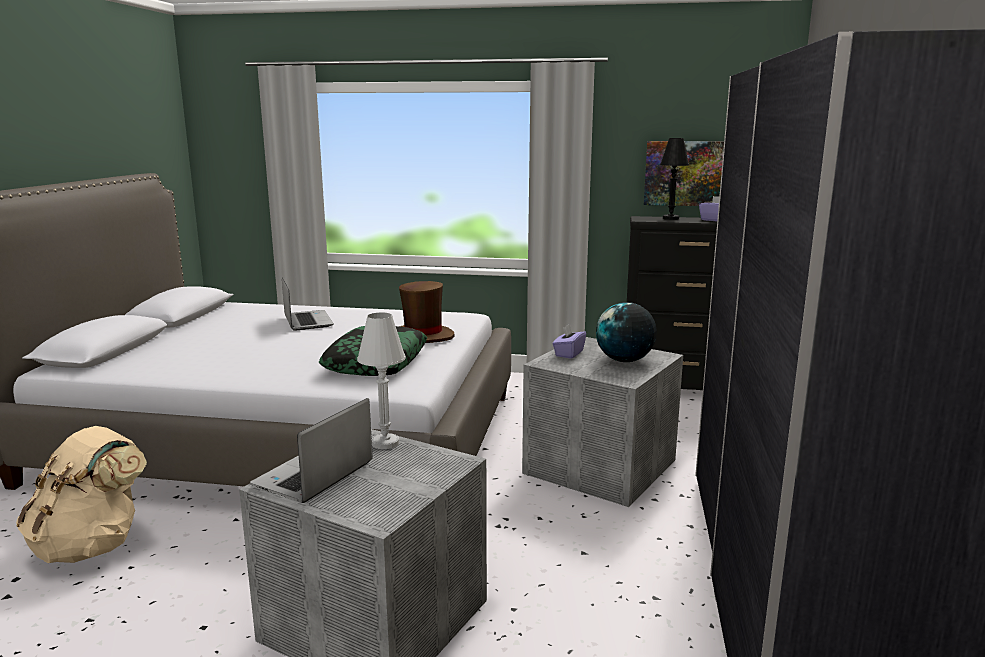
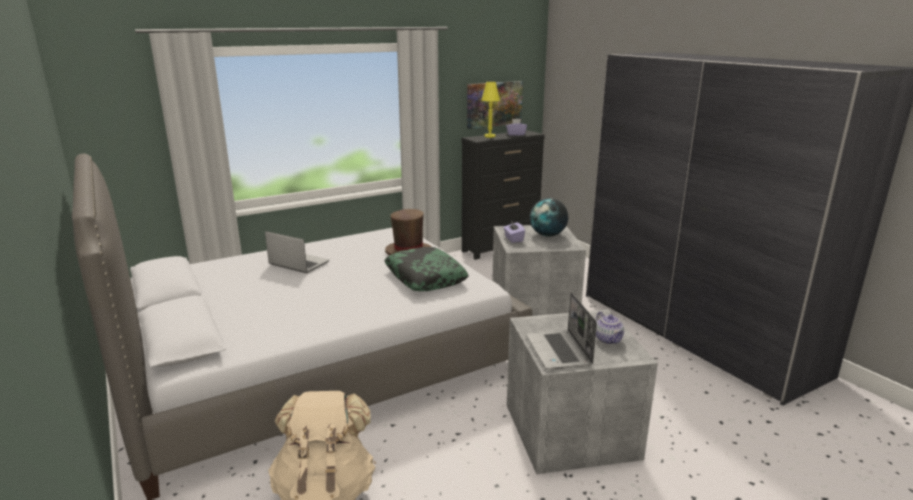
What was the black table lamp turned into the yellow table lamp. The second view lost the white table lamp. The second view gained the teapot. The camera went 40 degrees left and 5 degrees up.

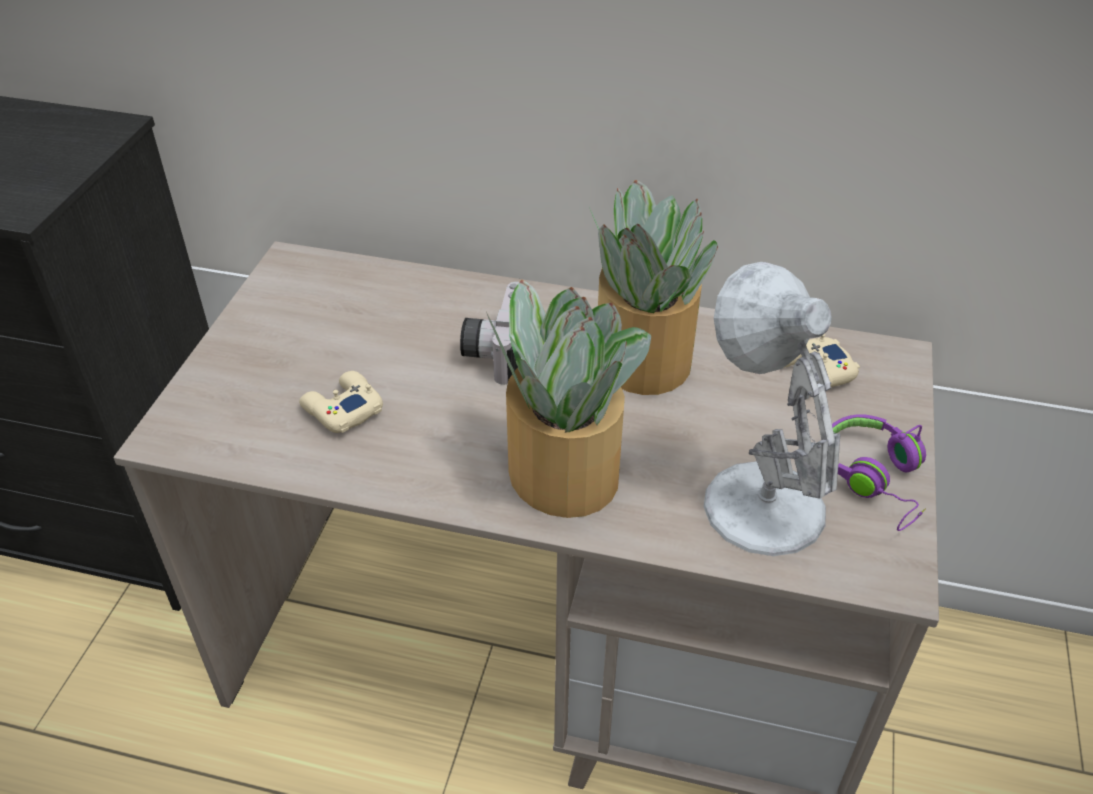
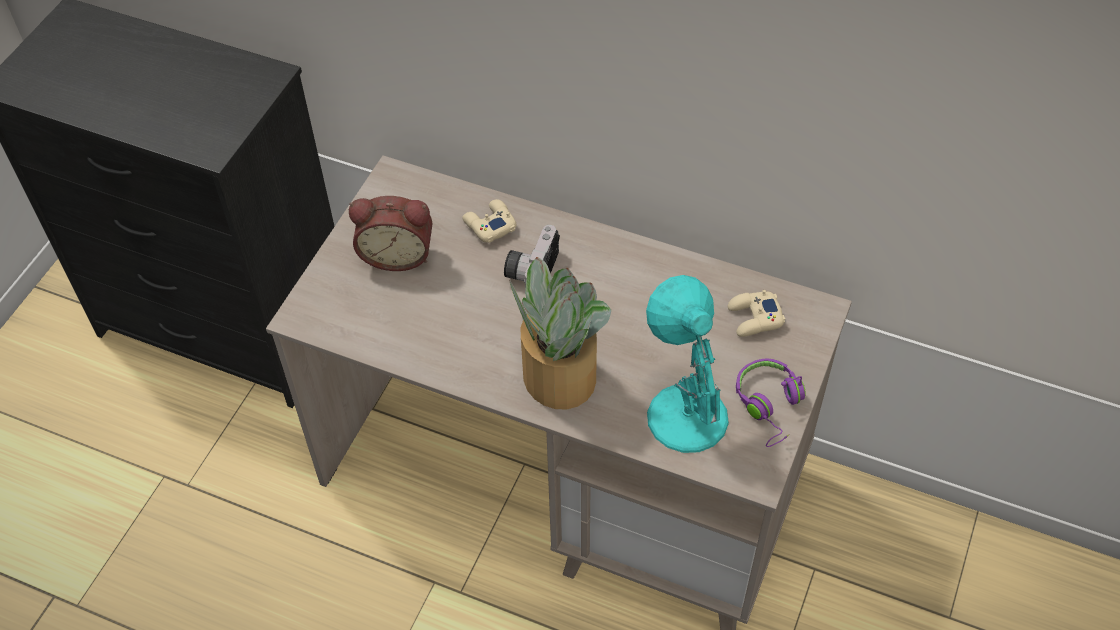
The second view lost the potted plant (no. 2 from left). What was the white table lamp turned into the turquoise table lamp. The beige game controller (no. 1 from left) ended up elsewhere. The second view gained the alarm clock. The camera went 10 degrees right and 10 degrees up.

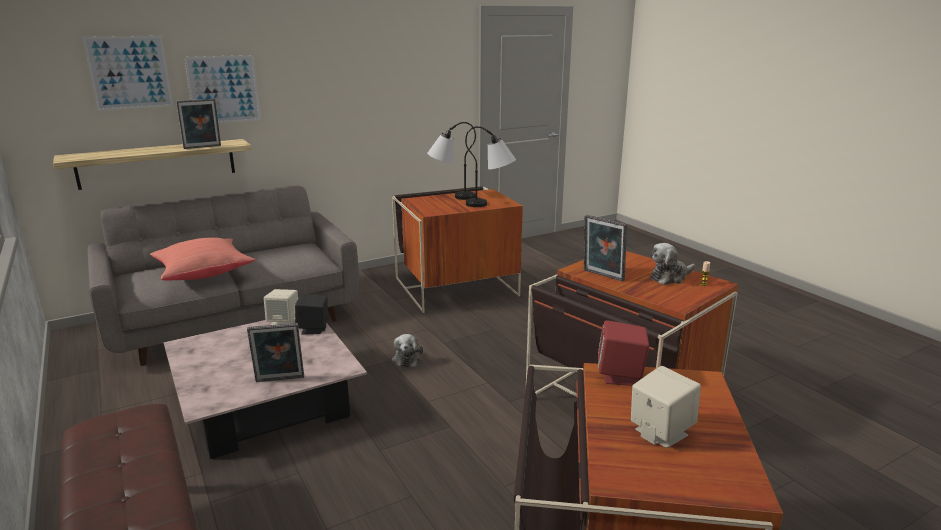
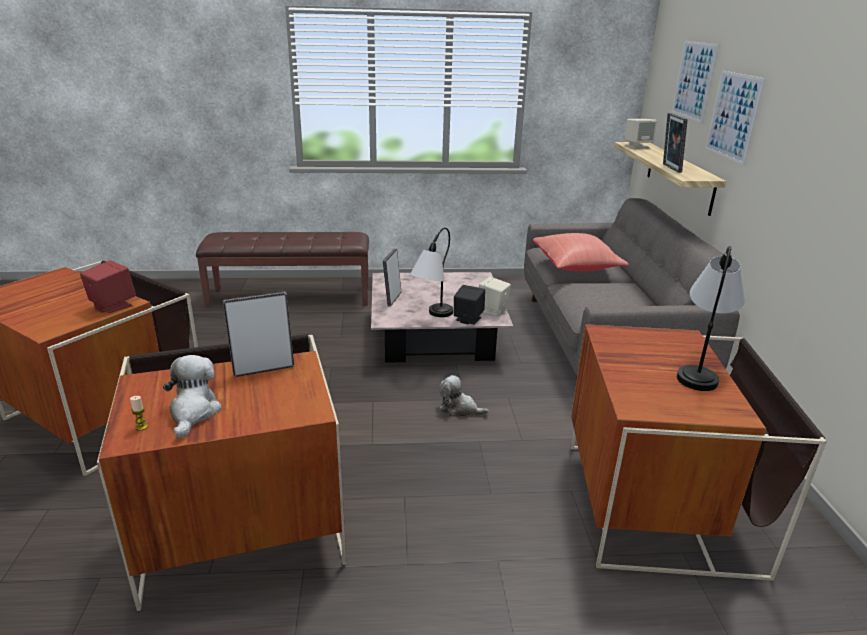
The table lamp (no. 2 from left in the first image) ended up elsewhere. The beige speaker (no. 2 from left) ended up elsewhere. The camera went 115 degrees right and 5 degrees up.

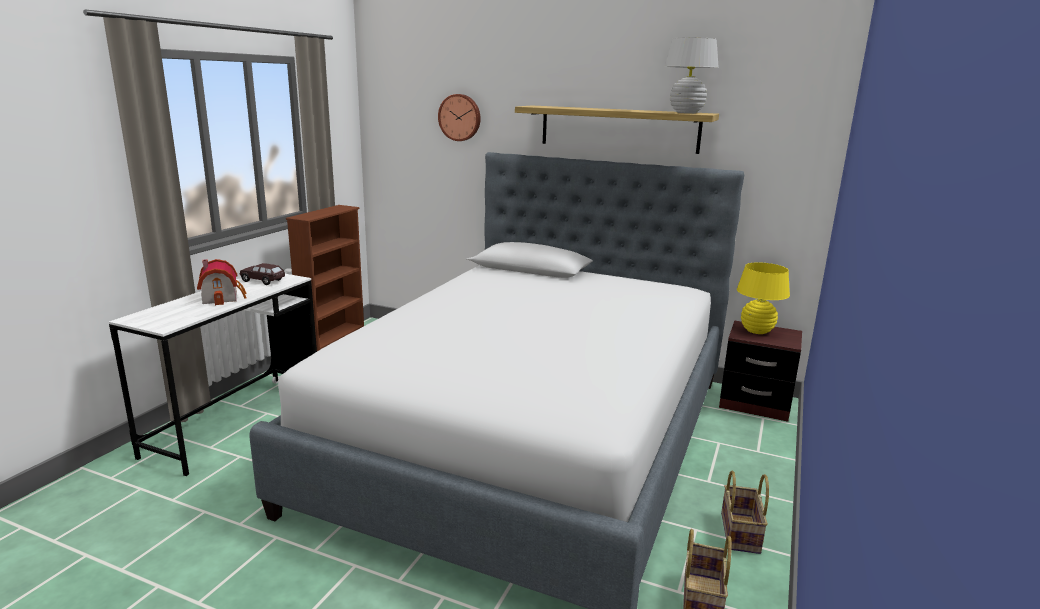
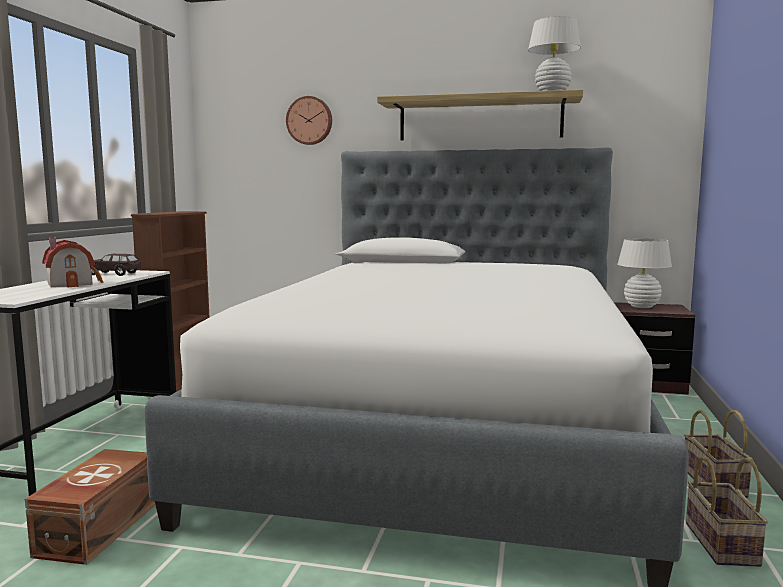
What was the yellow table lamp turned into the white table lamp (no. 2 from left). The second view gained the brown storage box. The camera went 10 degrees left and 10 degrees down.

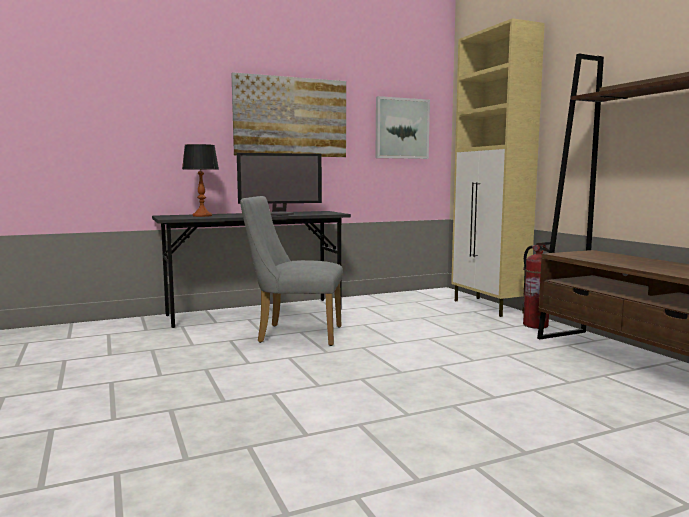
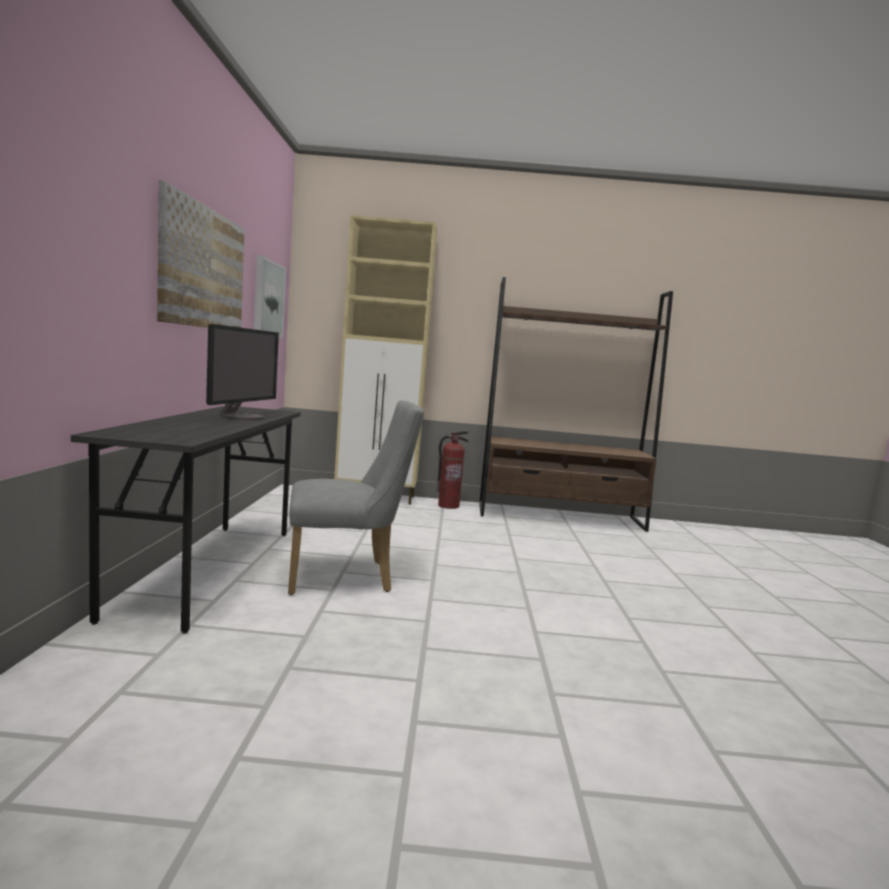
The second view lost the table lamp. The grey chair ended up facing another way, 135 degrees counterclockwise from before. The camera went 65 degrees left and 0 degrees up.

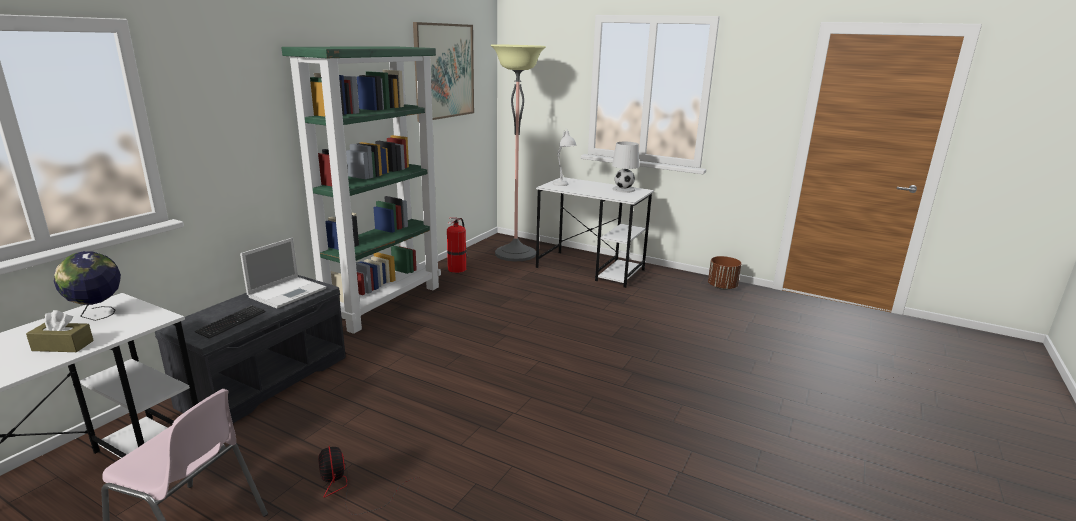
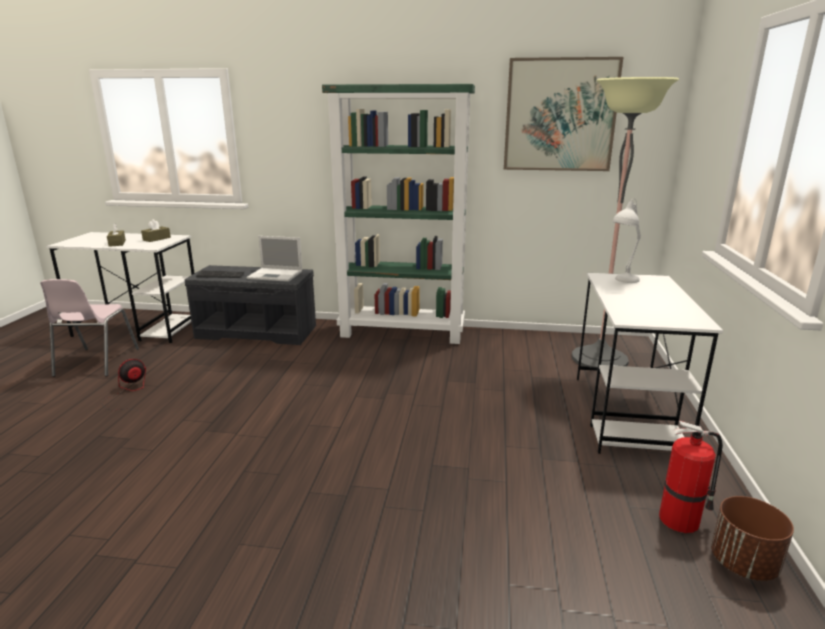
The second view lost the white table lamp (no. 2 from left). The fire extinguisher ended up elsewhere. Where the globe stood, the brown tissue box (no. 2 from left) came to stand. The camera went 70 degrees right and 0 degrees up.

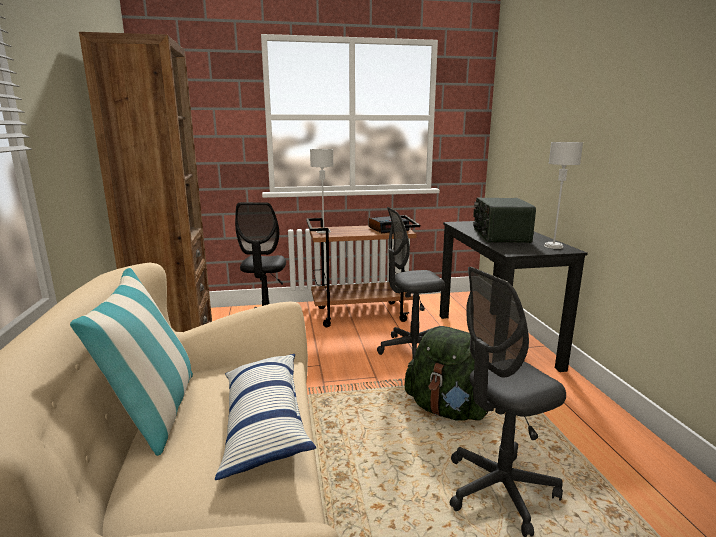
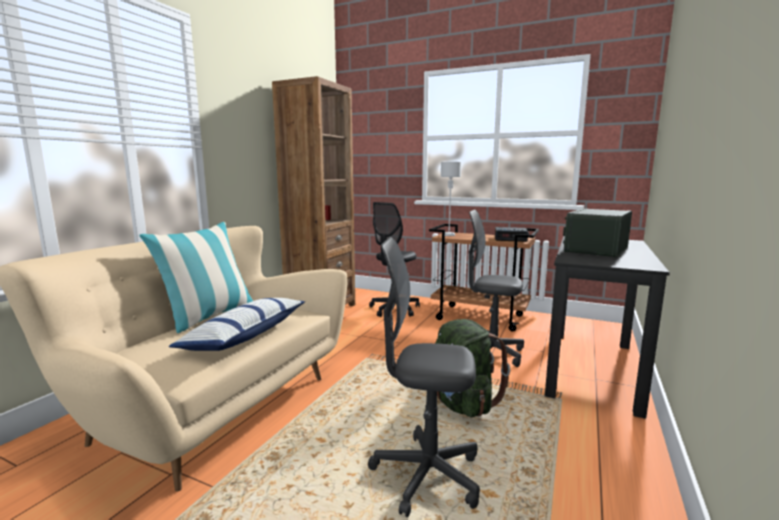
The second view lost the grey table lamp (no. 2 from left). The camera went 35 degrees right and 5 degrees down.

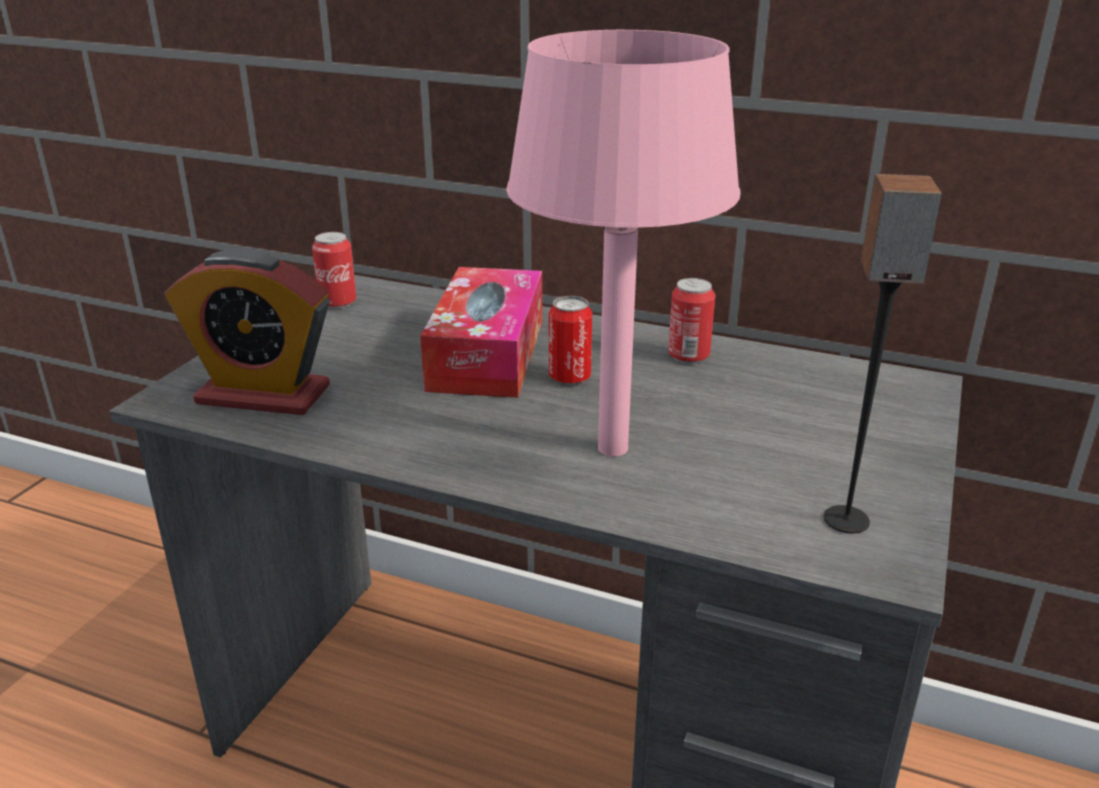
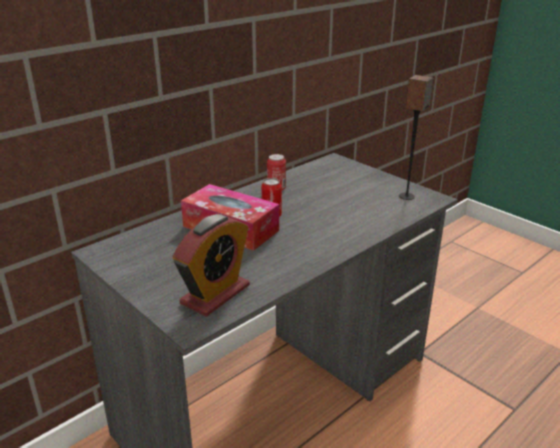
The second view lost the pink table lamp. The second view lost the can (no. 1 from left). The camera went 65 degrees left and 0 degrees up.

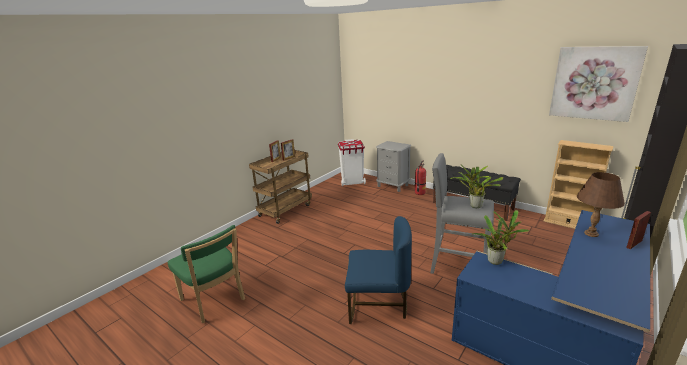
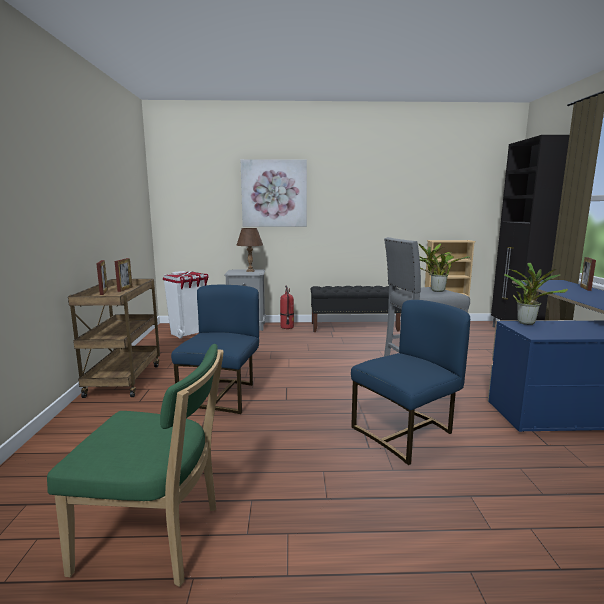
The picture ended up elsewhere. The brown table lamp ended up elsewhere. The second view gained the blue chair (no. 1 from left). The camera went 40 degrees left and 10 degrees down.

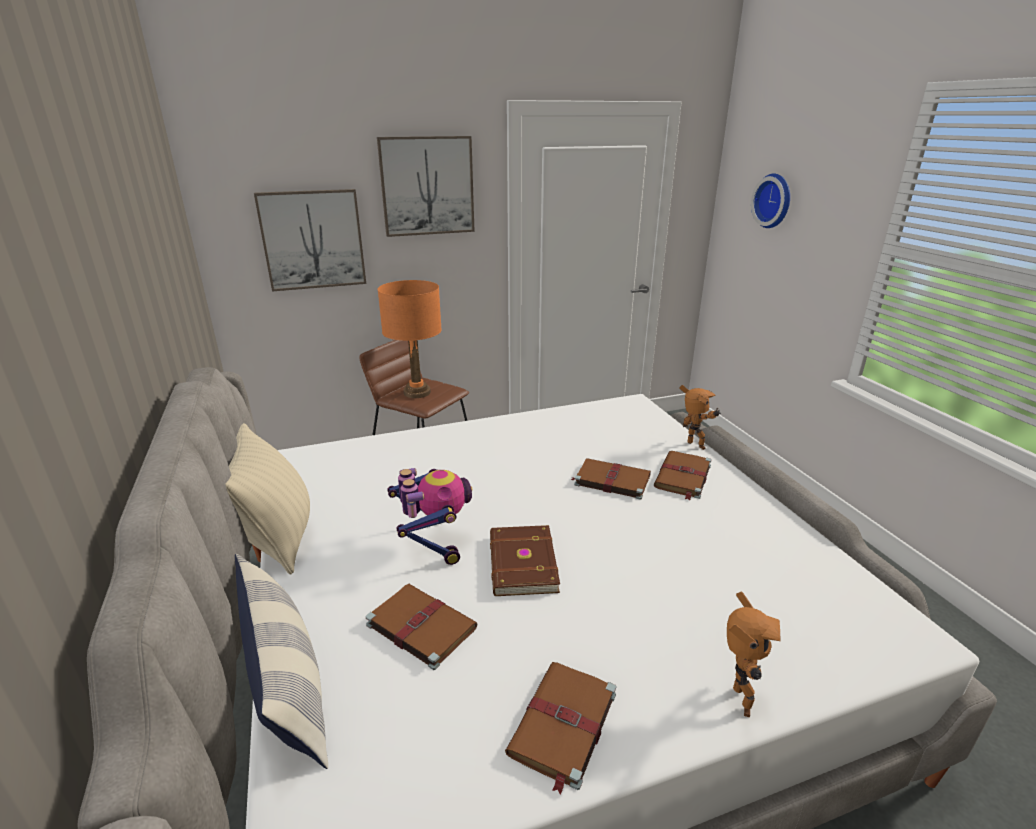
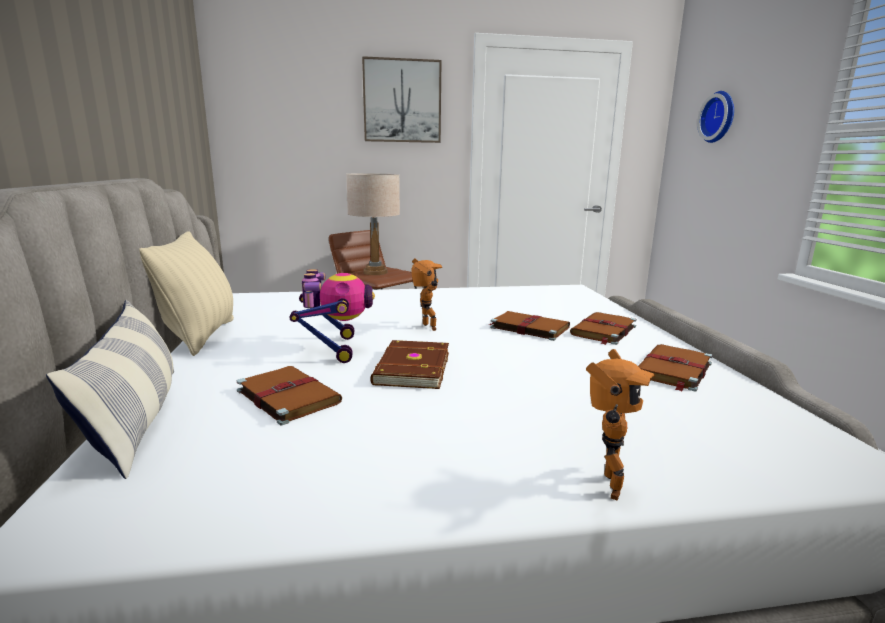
The second view lost the picture (no. 1 from left). What was the orange table lamp turned into the beige table lamp. The toy robot (no. 2 from left) ended up elsewhere. The brown book (no. 3 from left in the first image) ended up elsewhere. The camera went 10 degrees right and 10 degrees down.

